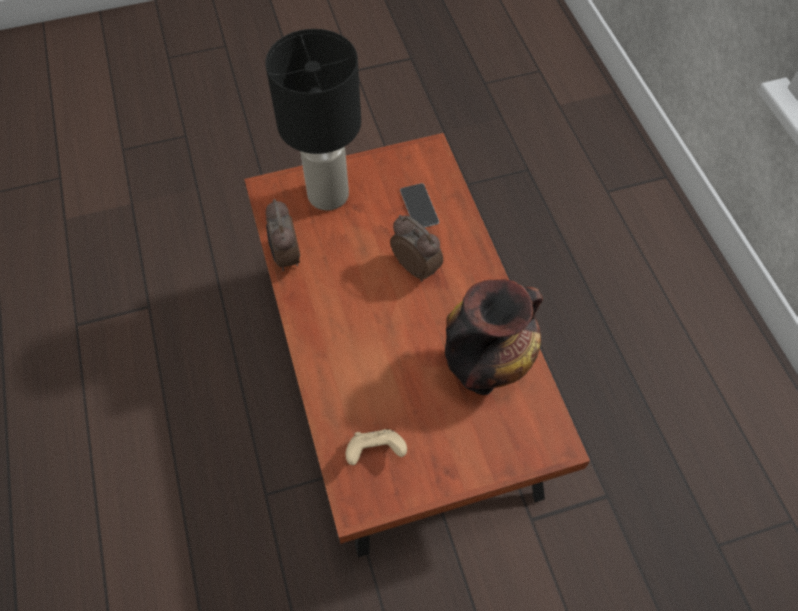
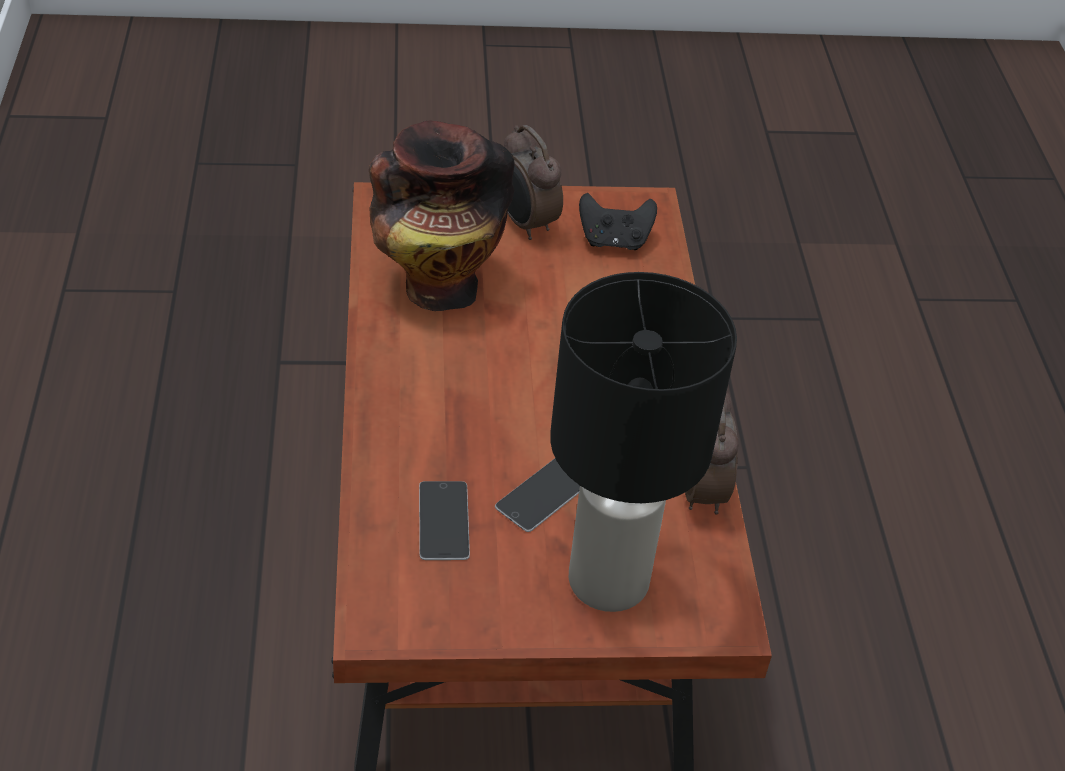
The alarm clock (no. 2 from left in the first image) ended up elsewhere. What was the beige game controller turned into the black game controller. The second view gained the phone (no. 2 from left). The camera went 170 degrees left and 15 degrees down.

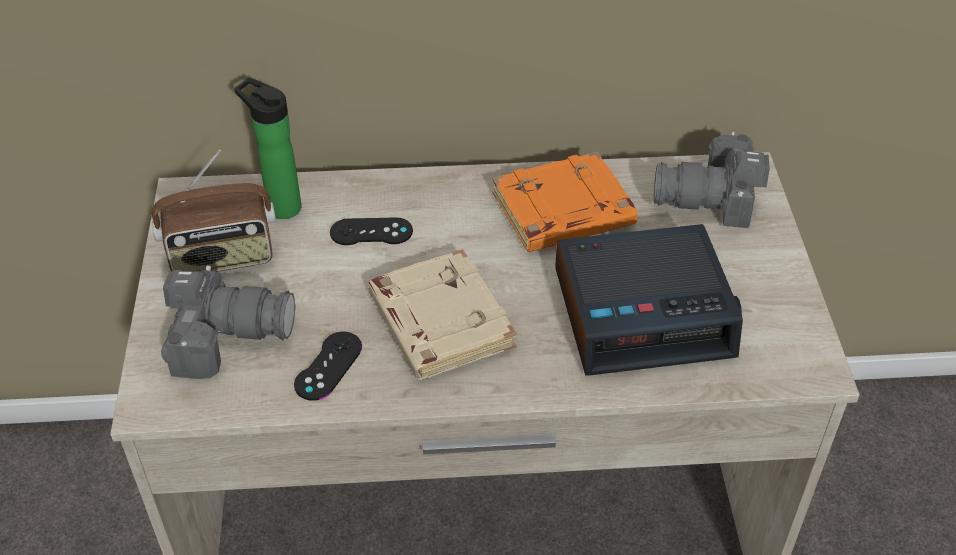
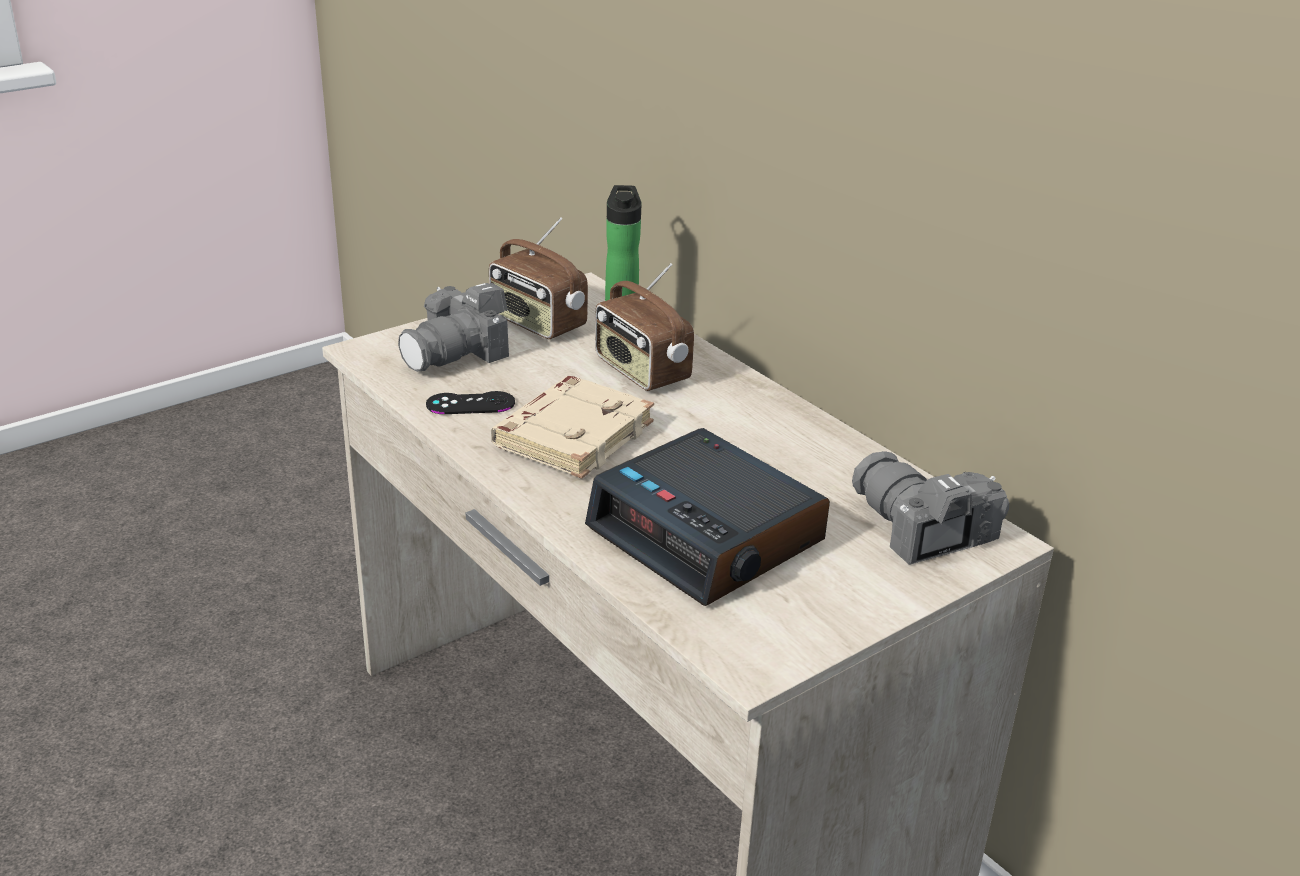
The second view lost the orange book. Where the black game controller (no. 2 from left) stood, the radio (no. 2 from left) came to stand. The photo camera (no. 1 from left) ended up facing another way, 75 degrees clockwise from before. The camera went 55 degrees right and 15 degrees down.

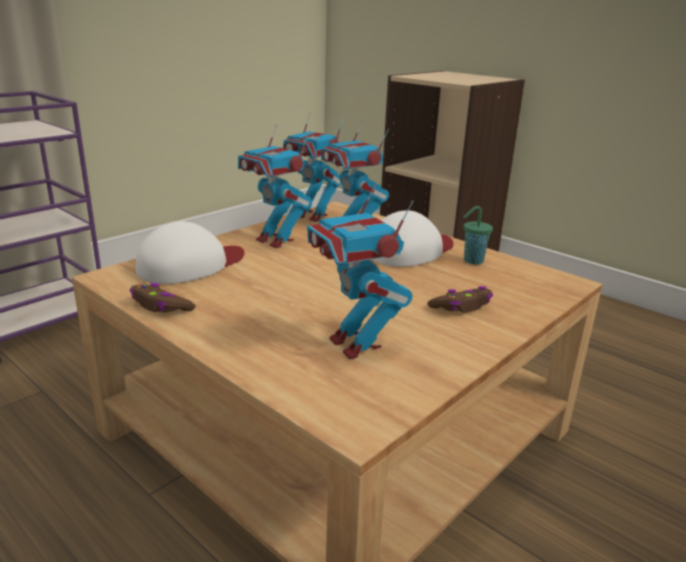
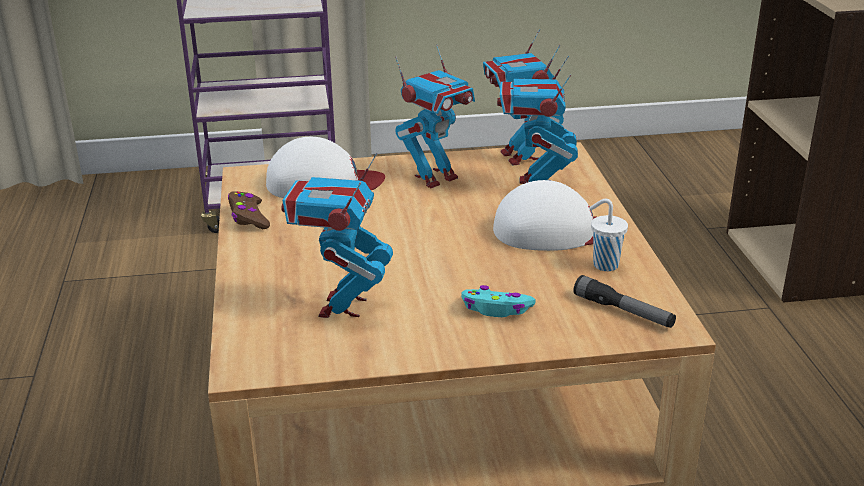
The toy robot (no. 1 from left in the first image) ended up facing another way, 120 degrees counterclockwise from before. What was the green cup turned into the white cup. What was the brown game controller (no. 2 from left) turned into the turquoise game controller. The second view gained the flashlight. The camera went 40 degrees right and 5 degrees up.

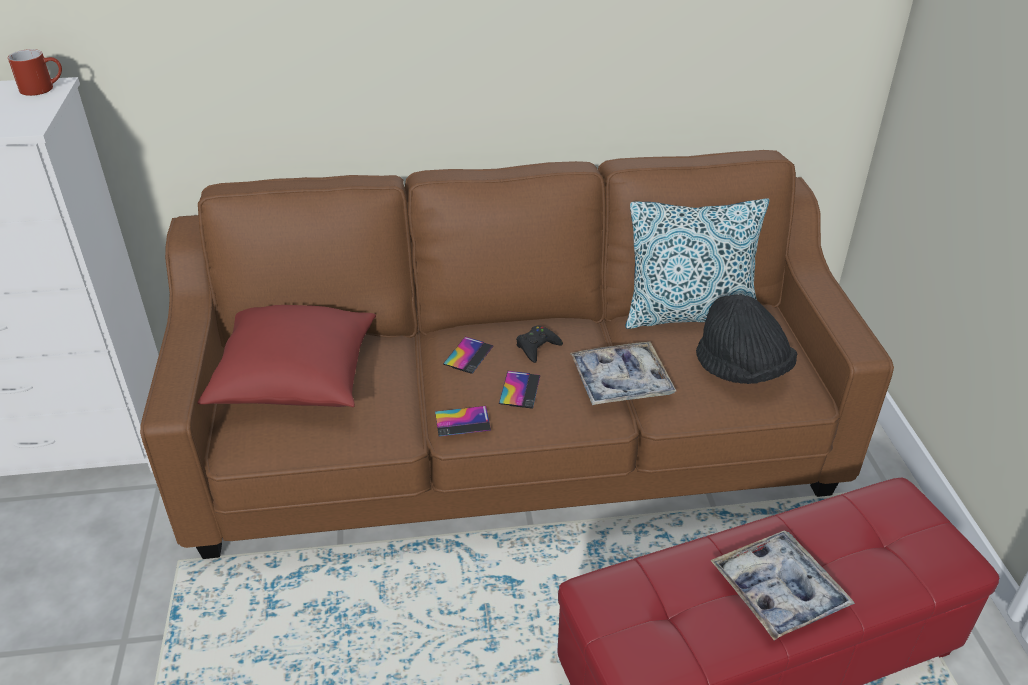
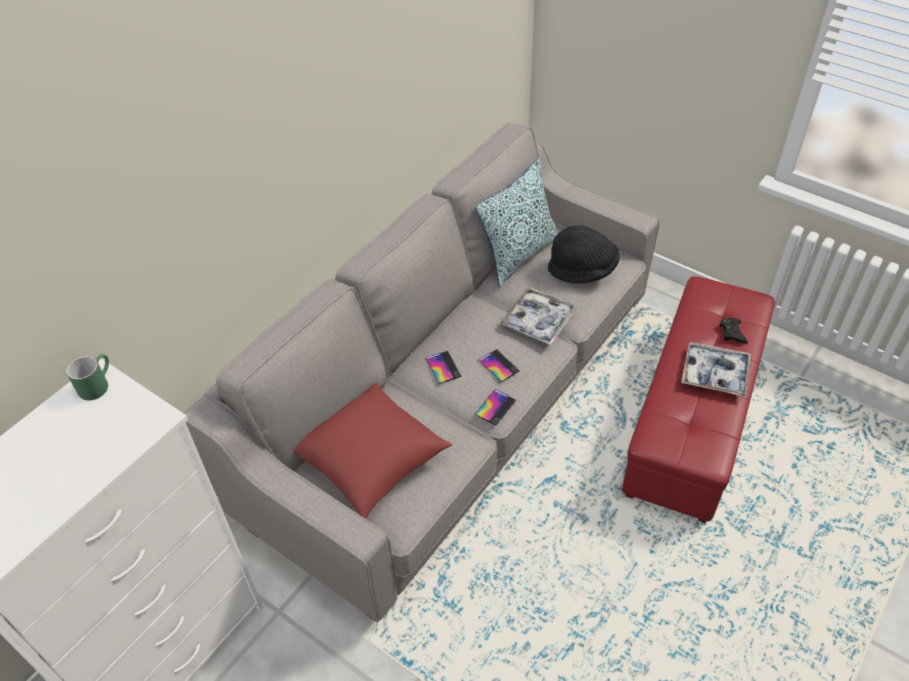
What was the red mug turned into the green mug. What was the brown sofa turned into the grey sofa. The black game controller ended up elsewhere. The camera went 45 degrees left and 10 degrees up.

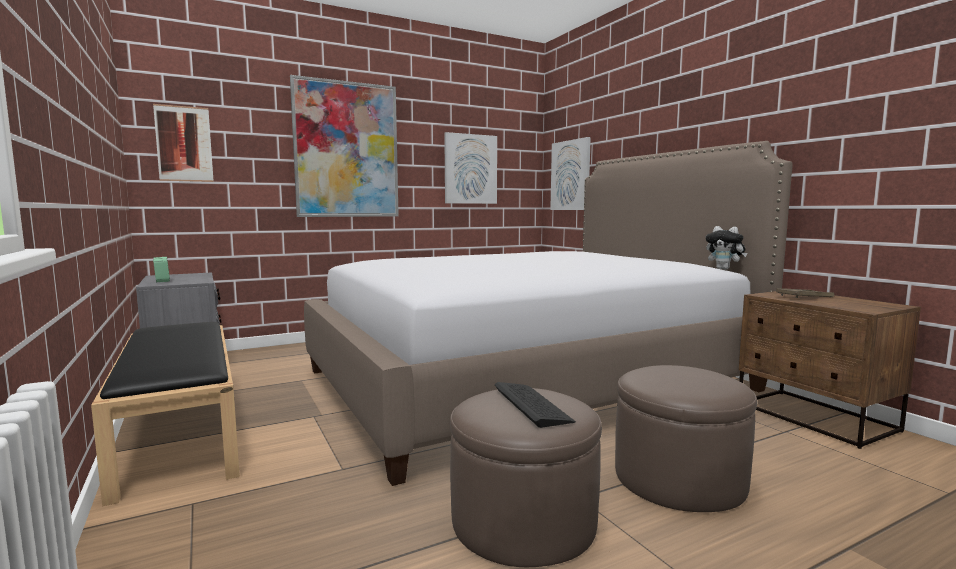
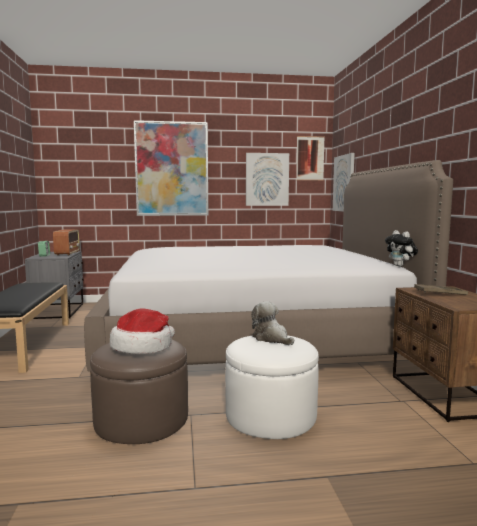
The picture (no. 1 from left in the first image) ended up elsewhere. What was the brown ottoman (no. 2 from left) turned into the white ottoman. Where the keyboard stood, the hat came to stand. The second view gained the radio. The second view gained the plush toy (no. 1 from left). The camera went 20 degrees right and 0 degrees up.

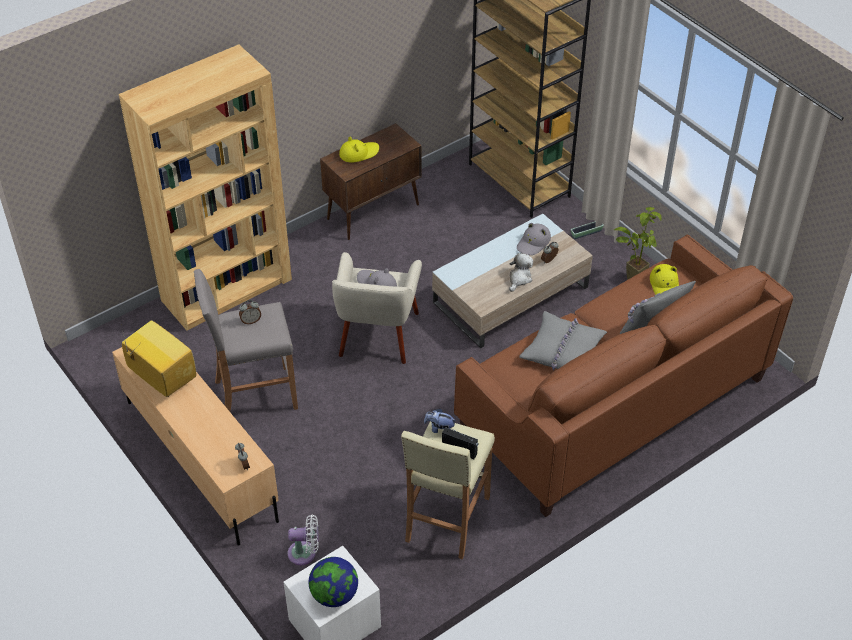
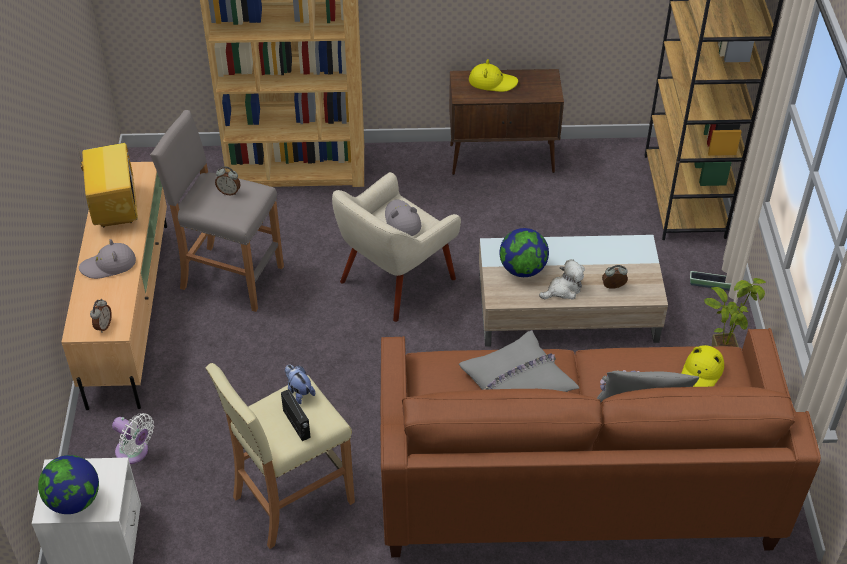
The grey hat (no. 2 from left in the first image) ended up elsewhere. The second view gained the globe (no. 2 from left). The camera went 35 degrees right and 0 degrees up.

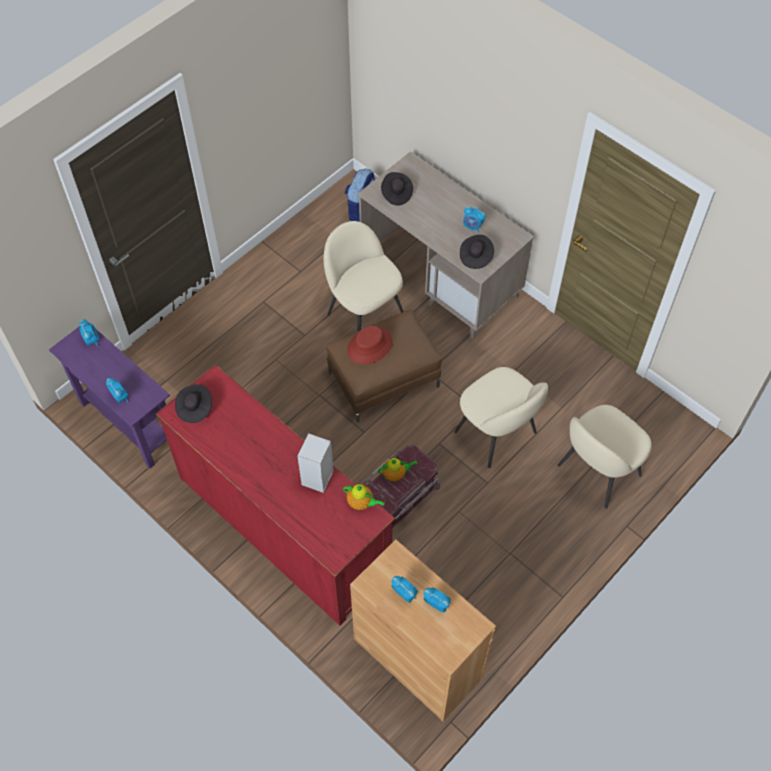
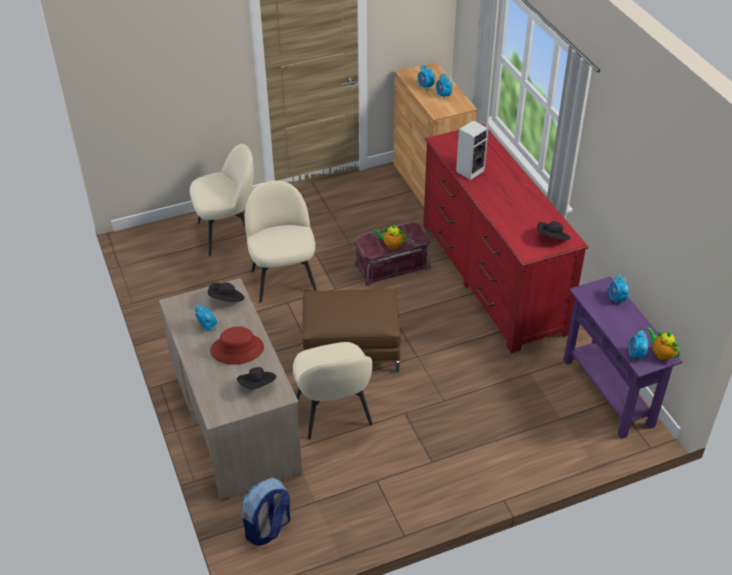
The red hat ended up elsewhere. The teapot (no. 1 from left in the first image) ended up elsewhere. The camera went 155 degrees left and 15 degrees down.

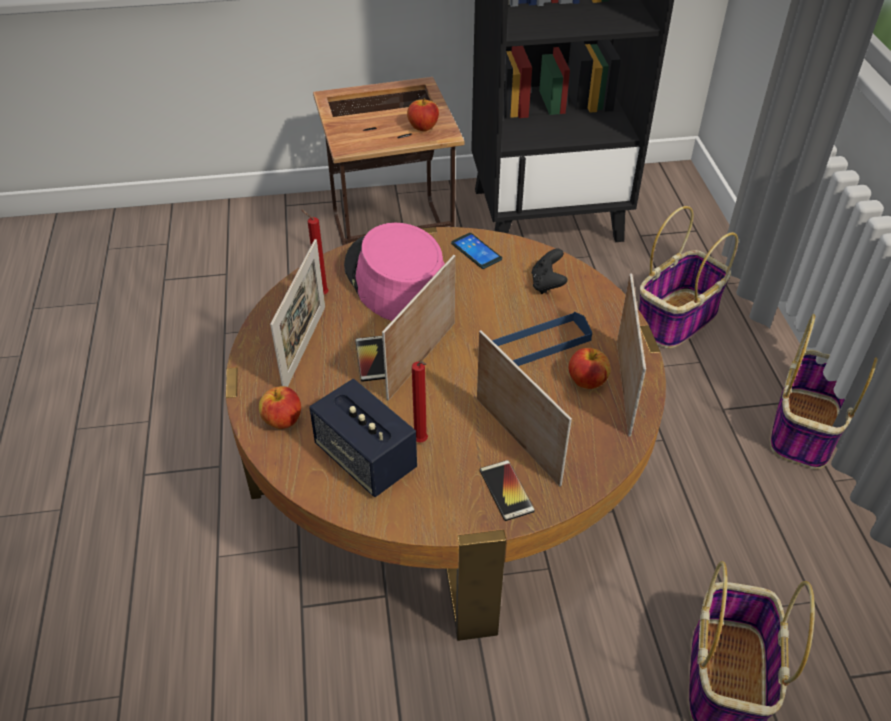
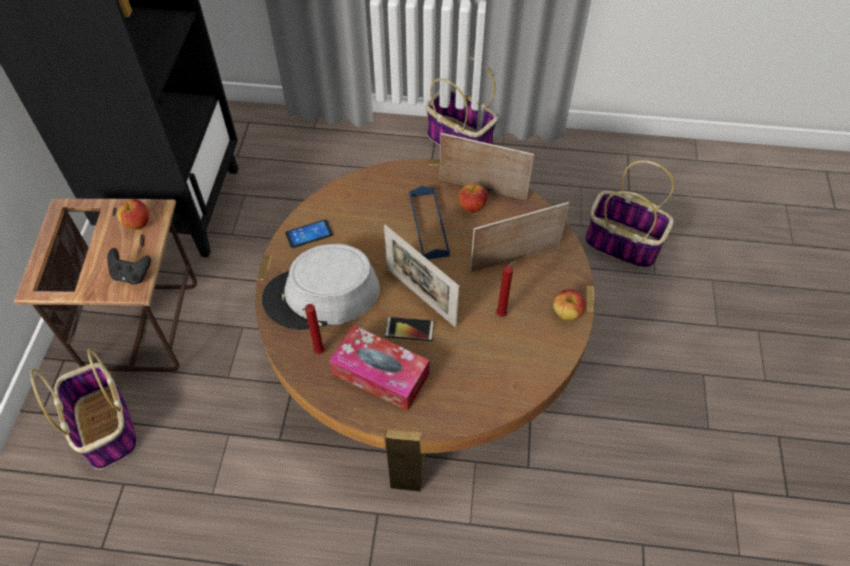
The basket (no. 1 from left) ended up elsewhere. What was the pink hat turned into the grey hat. Where the picture frame (no. 1 from left) stood, the tissue box came to stand. The black game controller ended up elsewhere. The second view lost the speaker. The apple (no. 1 from left in the first image) ended up elsewhere. The second view lost the phone (no. 3 from left). The camera went 75 degrees left and 10 degrees up.

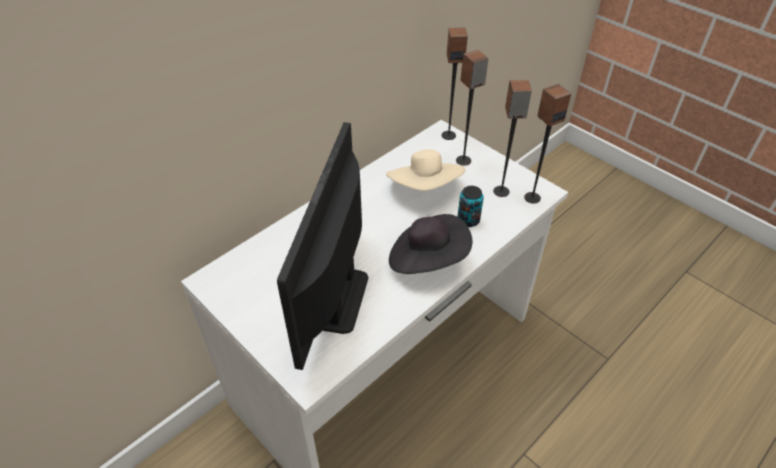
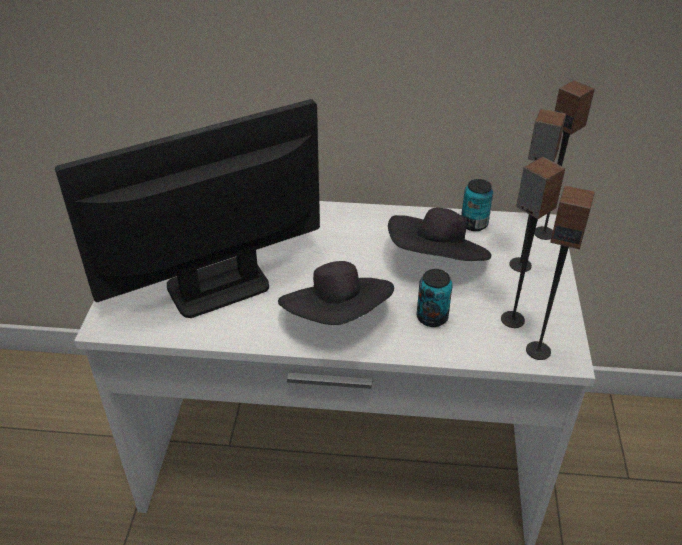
What was the beige hat turned into the black hat (no. 2 from left). The second view gained the can (no. 2 from left). The camera went 50 degrees right and 5 degrees down.

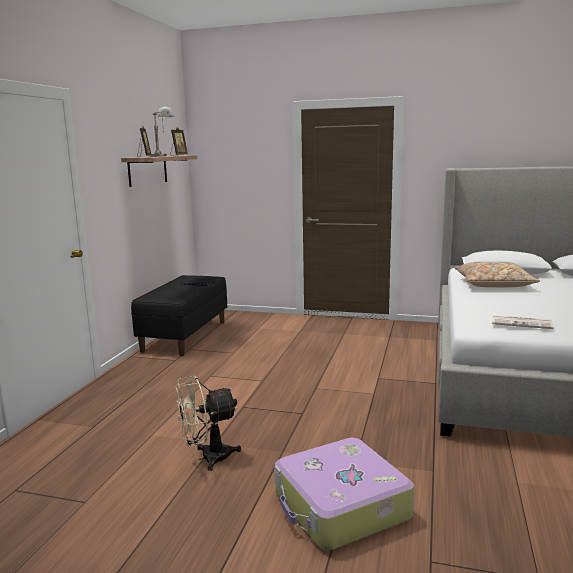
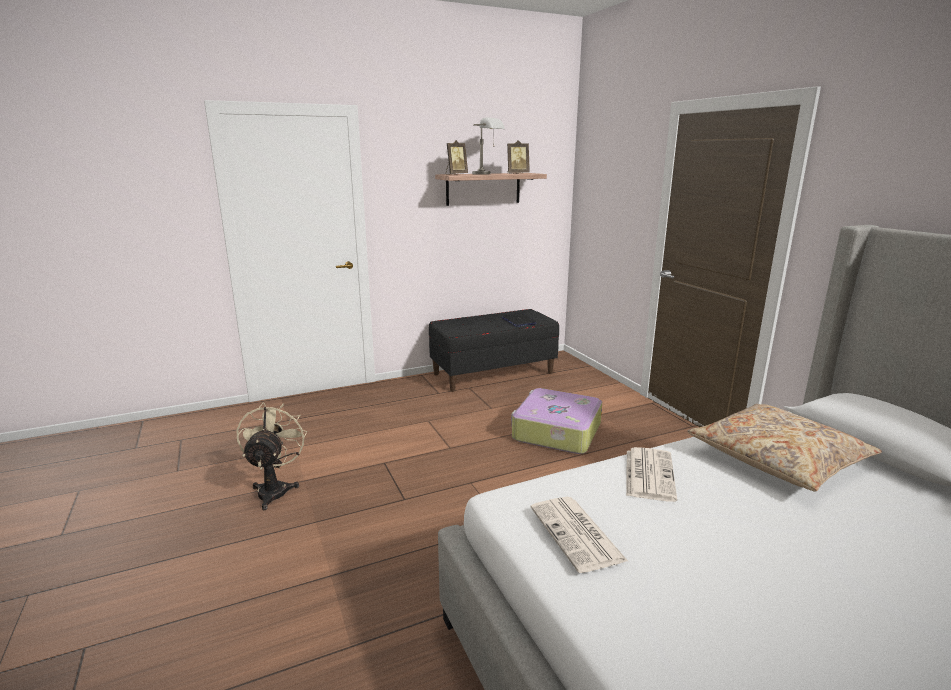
The beige fan ended up facing another way, 60 degrees clockwise from before. The suitcase ended up elsewhere. The second view gained the newspaper (no. 2 from left). The camera went 50 degrees right and 5 degrees up.

